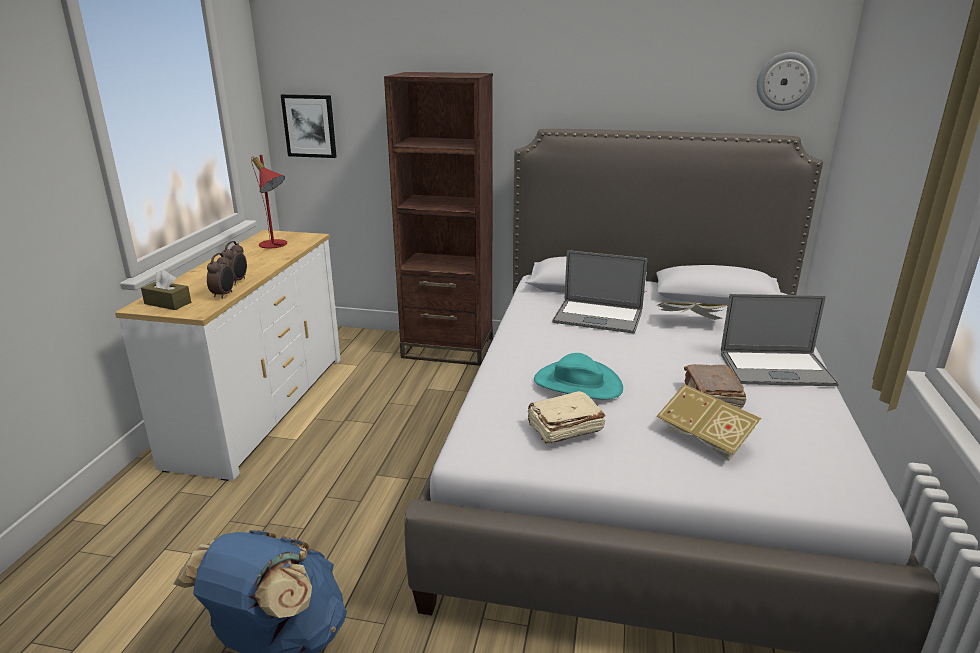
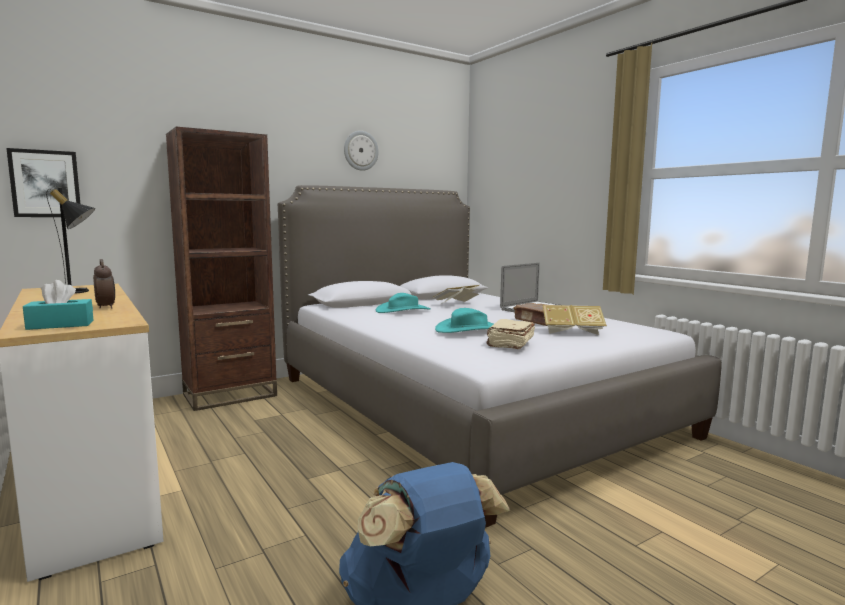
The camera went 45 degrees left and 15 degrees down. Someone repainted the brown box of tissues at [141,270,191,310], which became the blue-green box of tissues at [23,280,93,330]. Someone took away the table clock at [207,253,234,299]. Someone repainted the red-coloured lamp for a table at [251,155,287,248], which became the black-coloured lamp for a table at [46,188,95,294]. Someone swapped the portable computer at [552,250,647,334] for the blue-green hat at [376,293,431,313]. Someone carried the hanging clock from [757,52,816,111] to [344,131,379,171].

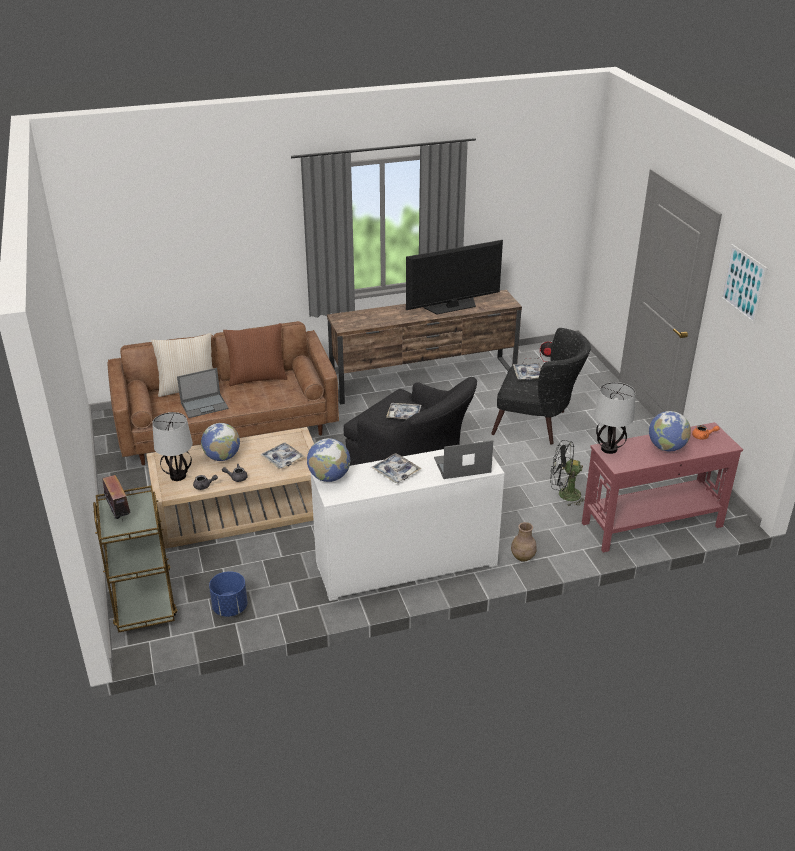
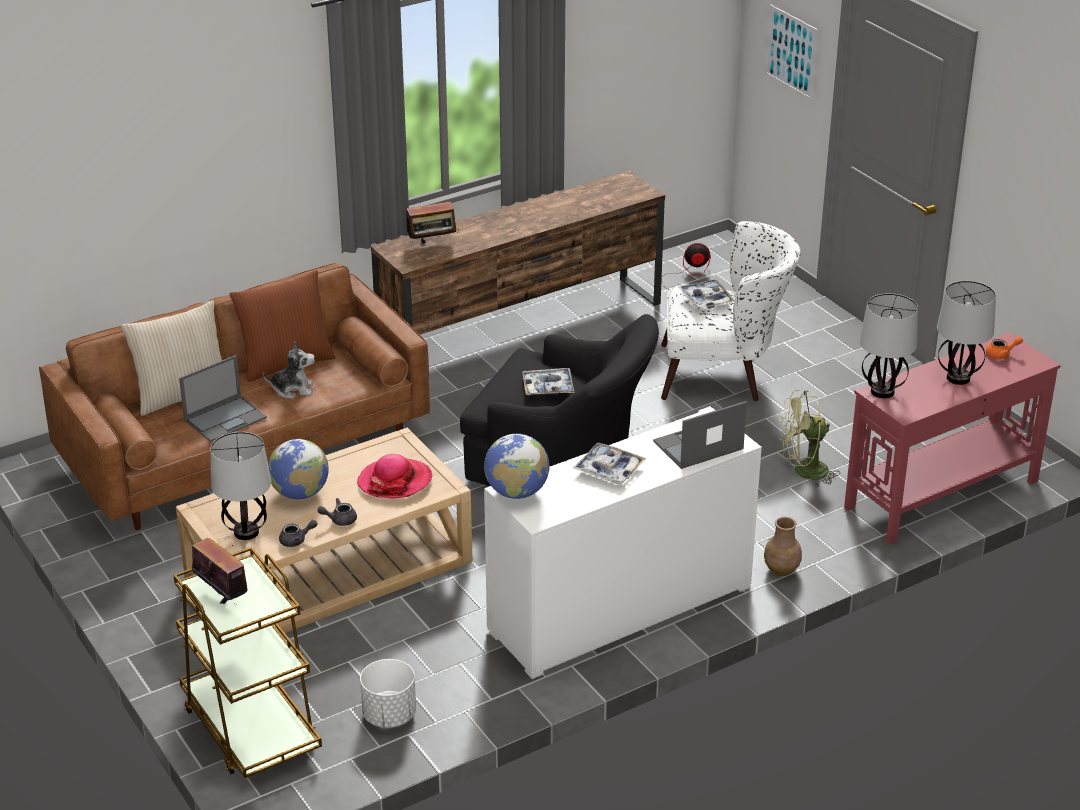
The camera went 15 degrees left and 0 degrees up. Someone repainted the blue-coloured plant pot at [209,571,248,617], which became the white plant pot at [360,659,416,728]. Someone swapped the serving tray at [260,443,305,469] for the hat at [357,454,432,499]. Someone took away the TV at [406,240,503,314]. Someone repainted the black-coloured lounge chair at [491,328,591,445], which became the white lounge chair at [661,221,801,401]. Someone repainted the black-coloured cooling fan at [550,440,585,507], which became the greenish cooling fan at [779,390,840,488]. Someone swapped the globe at [649,411,691,452] for the lamp for a table at [937,281,996,385]. Someone carried the wall art from [720,244,768,324] to [765,4,818,101]. Someone put down the plush toy at [263,341,315,399]. Someone put down the radio at [401,201,459,243].

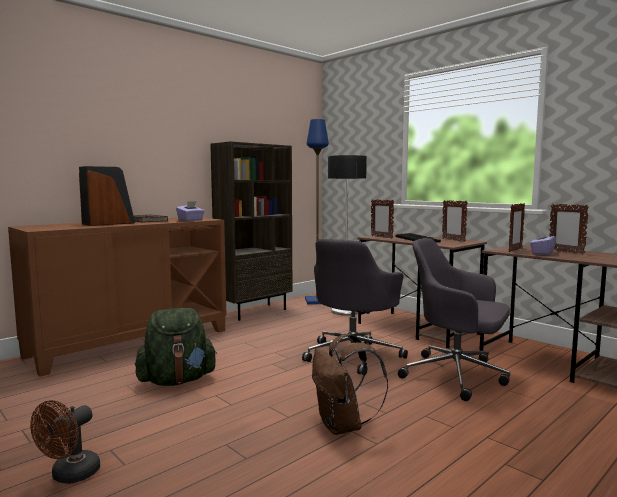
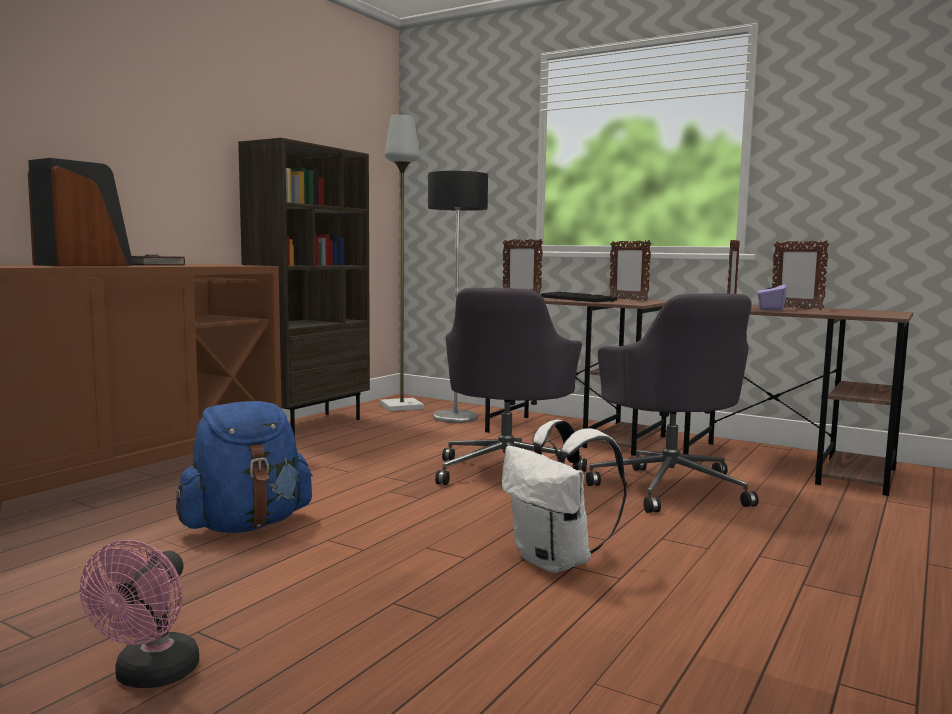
The camera went 15 degrees left and 0 degrees up. Someone repainted the brown cooling fan at [30,400,100,484], which became the pink-coloured cooling fan at [80,540,199,688]. Someone repainted the greenish knapsack at [135,308,217,386], which became the blue-coloured knapsack at [176,401,313,533]. Someone took away the purplish box of tissues at [176,201,205,221]. Someone repainted the blue-coloured standing lamp at [305,119,329,305], which became the gray standing lamp at [380,115,424,411]. Someone repainted the brown knapsack at [312,334,388,435], which became the white knapsack at [502,420,627,573]. Someone rotated the gray desk chair at [398,238,510,401] by 120 degrees counterclockwise.

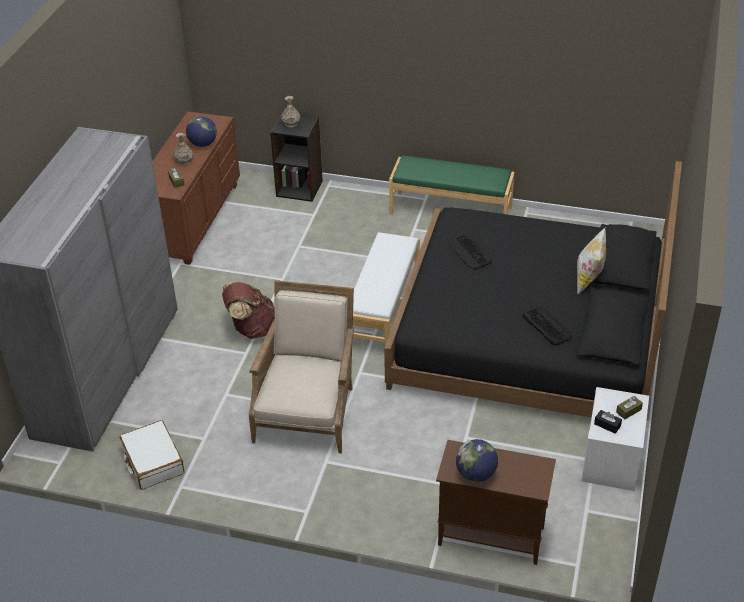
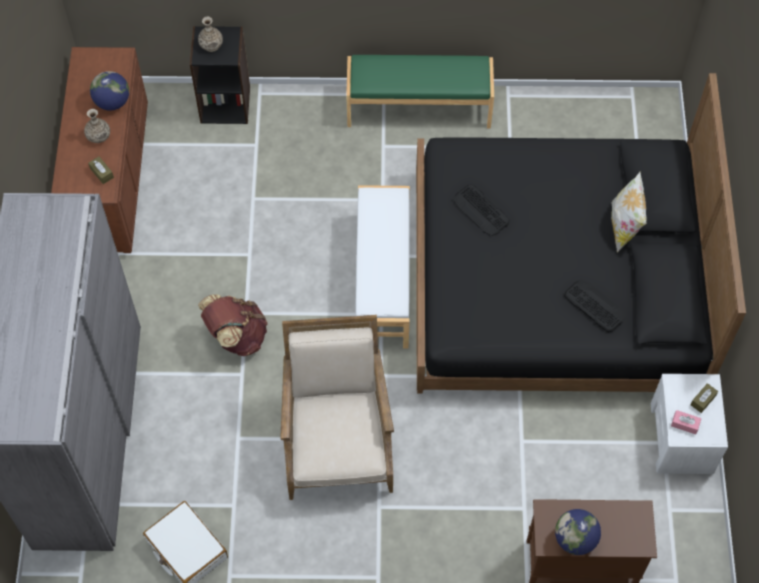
The camera went 15 degrees left and 20 degrees up. Someone repainted the black-coloured box of tissues at [594,410,622,434], which became the pink-coloured box of tissues at [671,410,701,434].

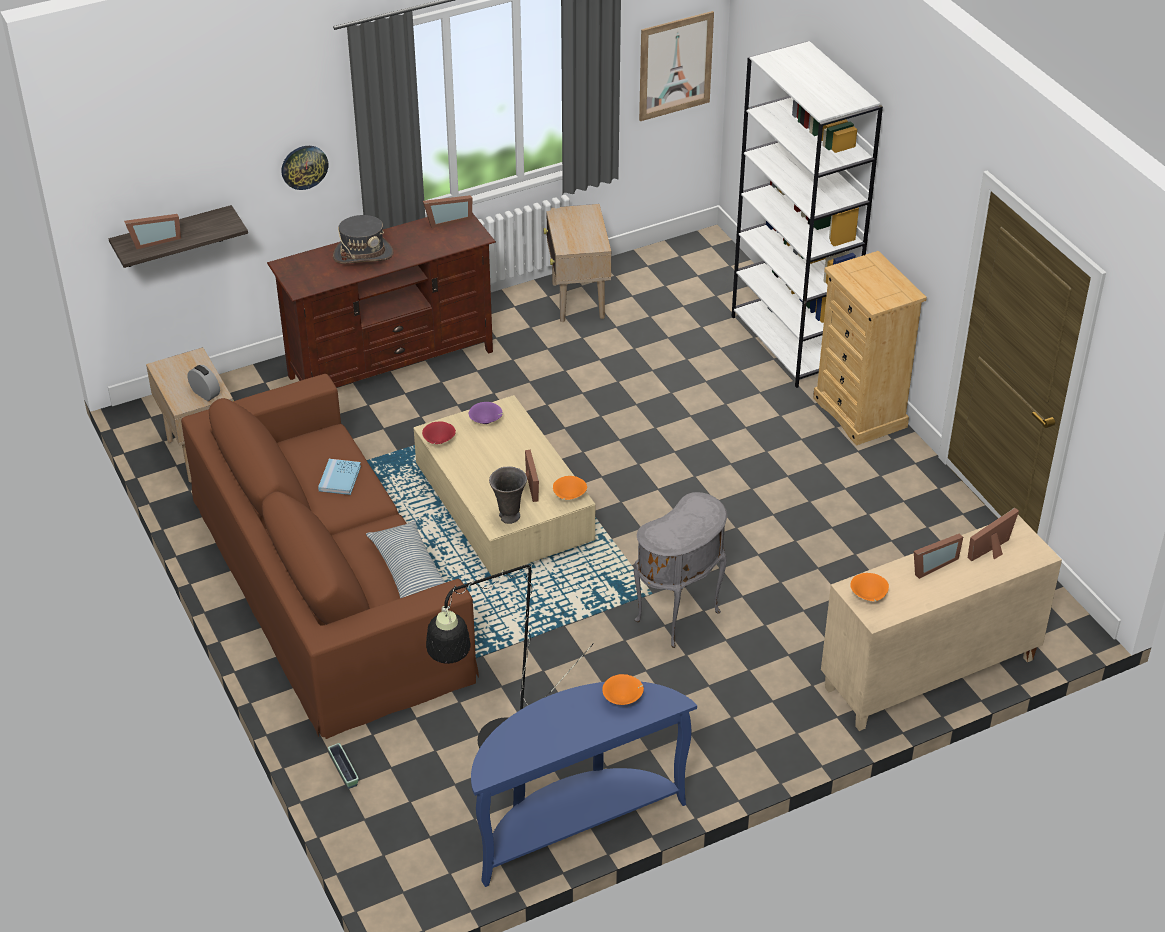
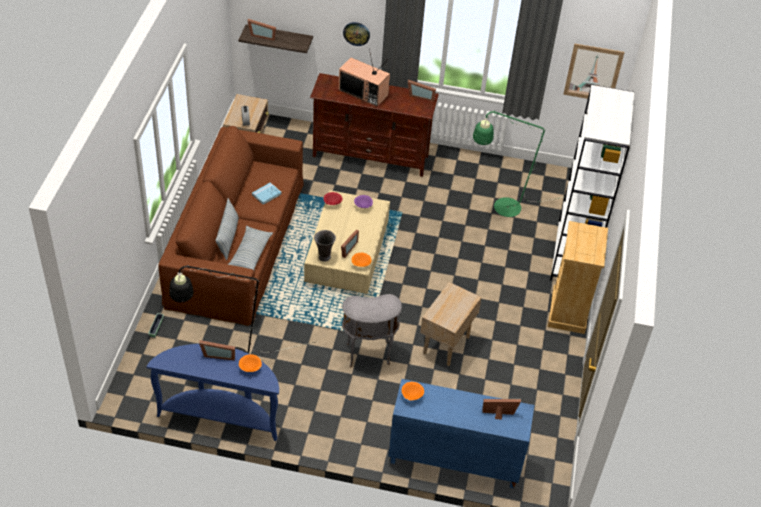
The camera went 35 degrees right and 5 degrees up. Someone swapped the gray hat at [333,215,394,264] for the TV at [339,49,390,107]. Someone carried the beige accent table from [543,204,611,322] to [420,282,482,366]. Someone repainted the beige cupboard at [821,515,1062,731], which became the blue-coloured cupboard at [388,379,534,488]. Someone carried the photo frame from [914,534,963,579] to [199,340,235,360]. Someone put down the throw pillow at [215,198,239,260]. Someone put down the greenish standing lamp at [473,111,564,217].

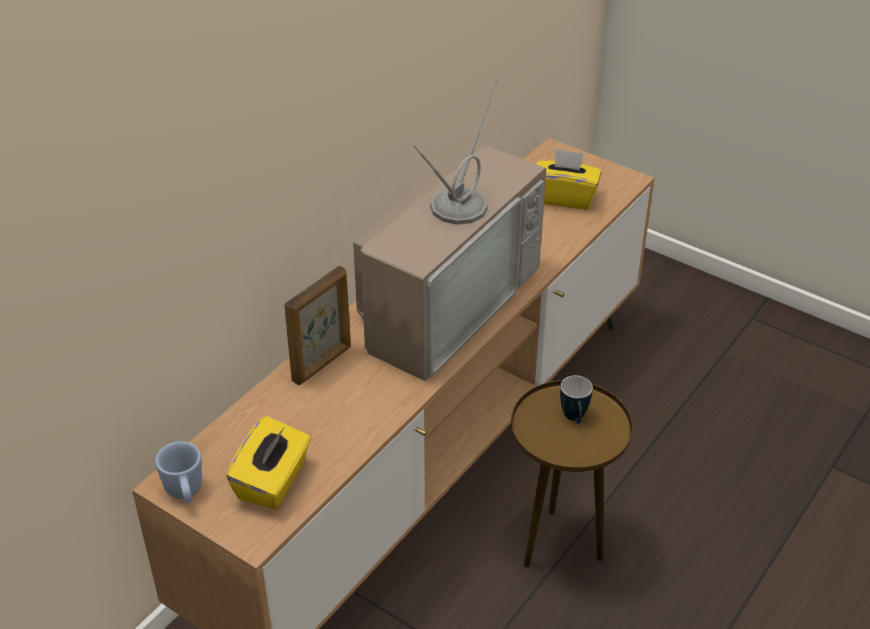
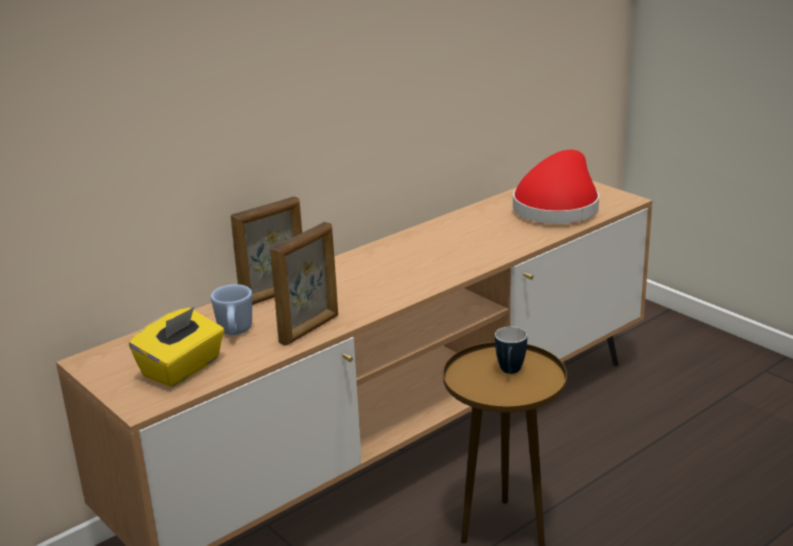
The camera went 15 degrees right and 15 degrees down. Someone carried the blue-coloured coffee mug from [155,441,202,503] to [211,284,252,335]. Someone took away the TV at [353,78,546,381]. Someone swapped the yellowish box of tissues at [536,148,602,210] for the red-coloured hat at [513,150,599,224]. Someone put down the photo frame at [270,222,338,346].

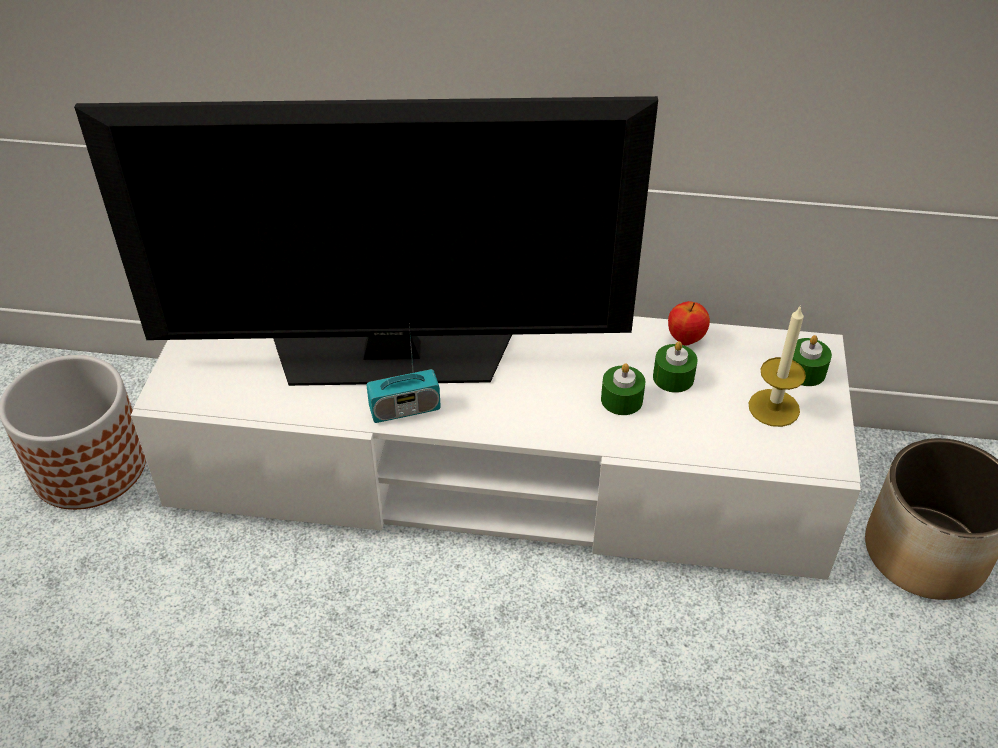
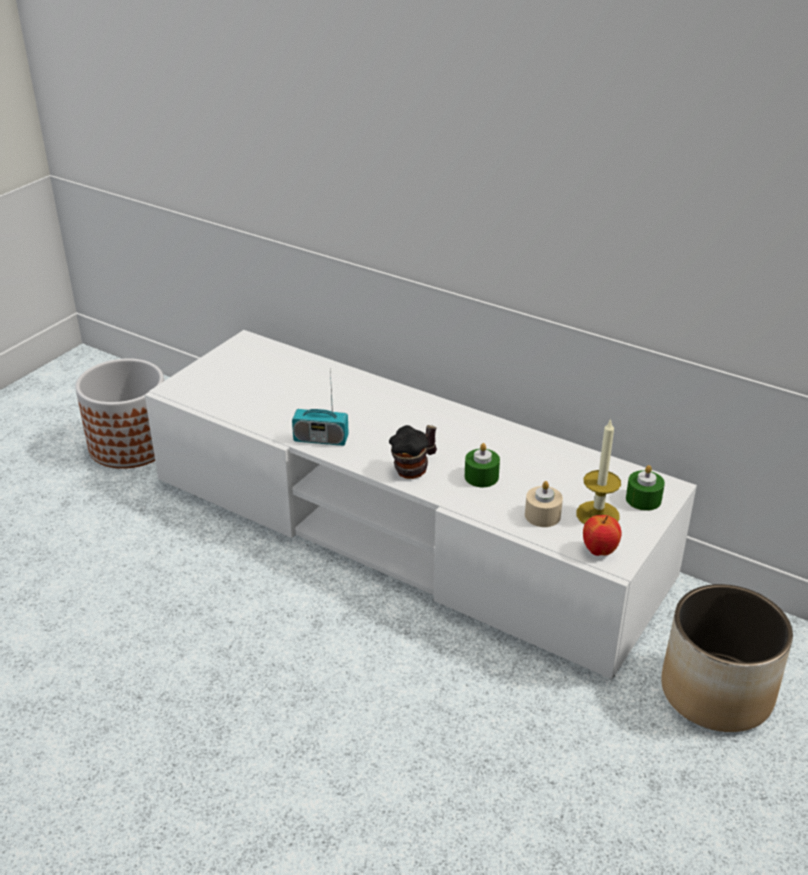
The camera went 25 degrees right and 10 degrees down. Someone took away the TV at [74,96,658,386]. Someone took away the greenish wax light at [653,341,698,393]. Someone carried the apple fruit from [668,301,710,346] to [583,515,621,556]. Someone put down the coffee mug at [389,425,437,479]. Someone put down the beige wax light at [525,481,563,527].

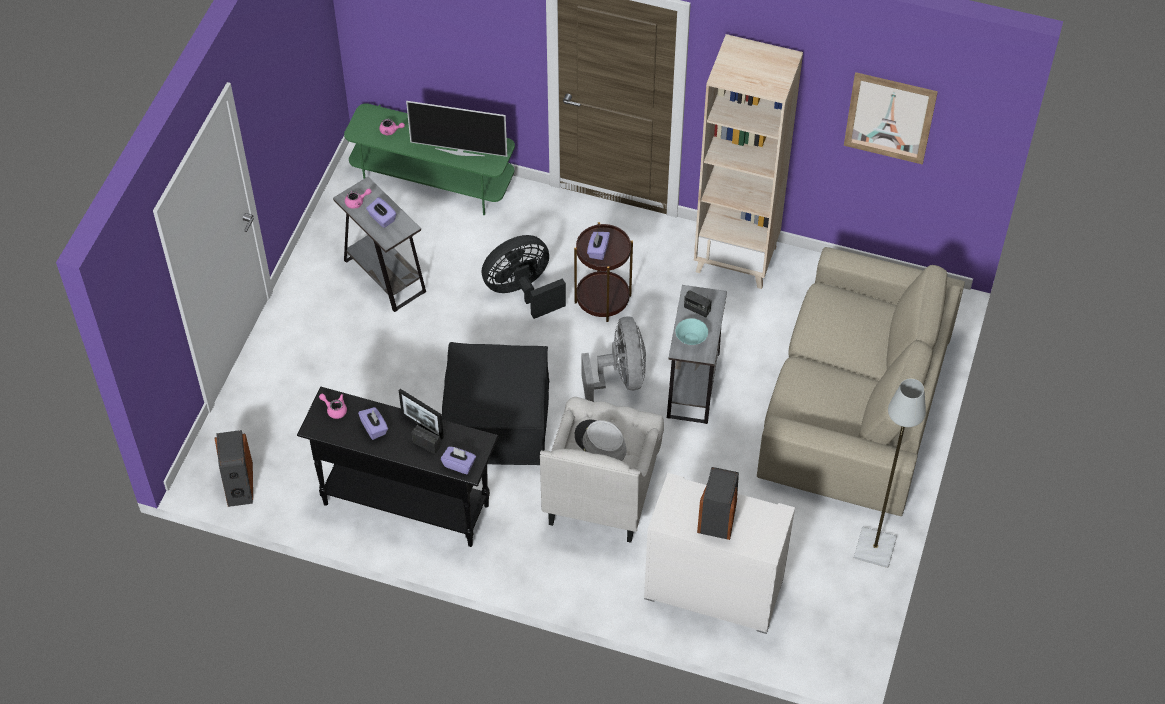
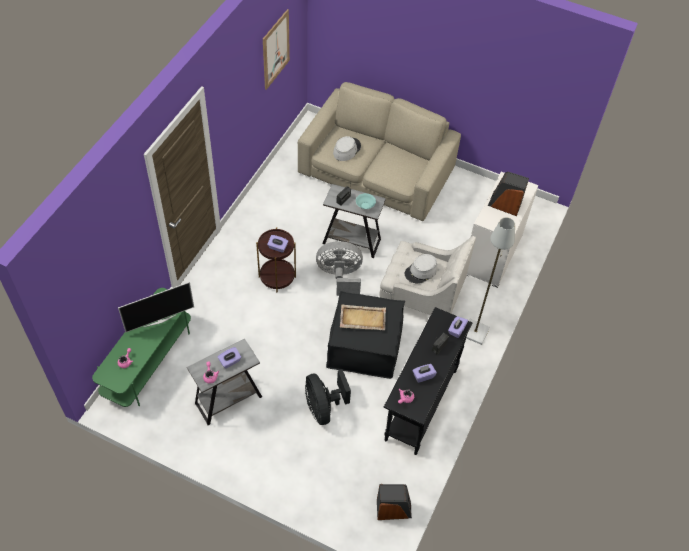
The camera went 85 degrees left and 0 degrees up. Someone took away the photo frame at [399,389,444,439]. Someone rotated the TV at [406,101,507,157] by 45 degrees clockwise. Someone carried the black-coloured cooling fan from [481,235,566,319] to [305,369,351,425]. Someone took away the beige shelving unit at [694,34,803,289]. Someone carried the gray standing lamp from [854,379,926,568] to [466,217,515,345]. Someone put down the gray hat at [333,136,361,161]. Someone put down the beige serving tray at [340,305,386,330].

